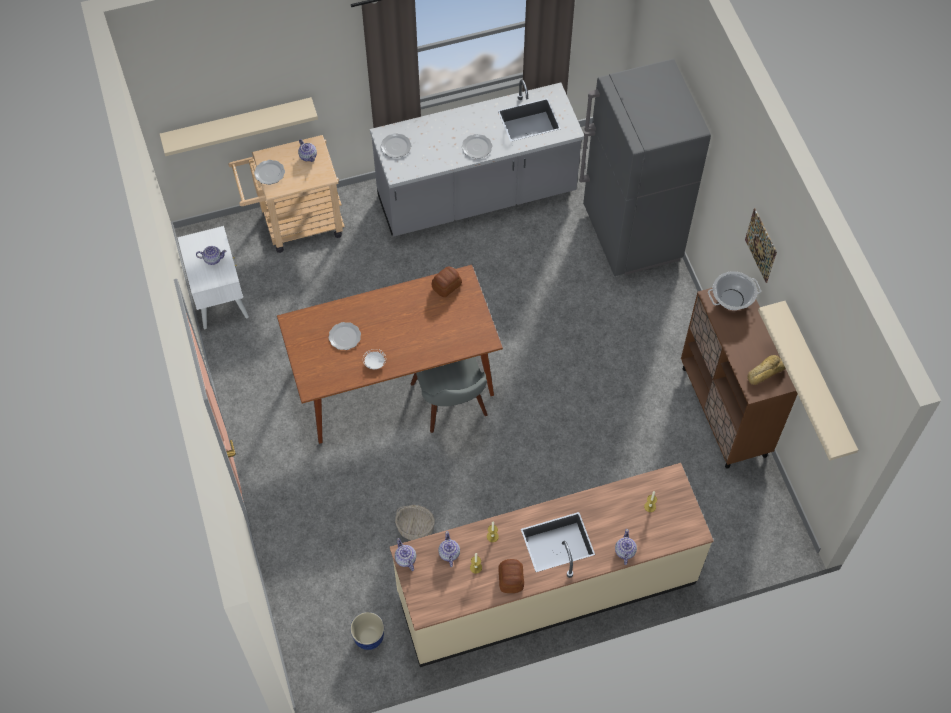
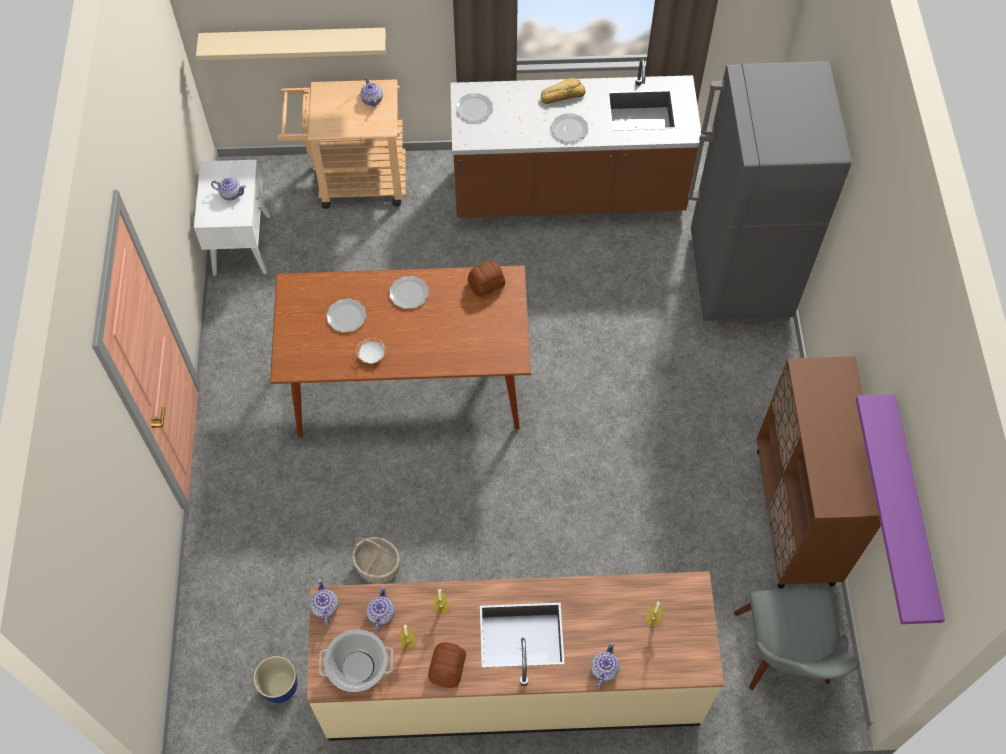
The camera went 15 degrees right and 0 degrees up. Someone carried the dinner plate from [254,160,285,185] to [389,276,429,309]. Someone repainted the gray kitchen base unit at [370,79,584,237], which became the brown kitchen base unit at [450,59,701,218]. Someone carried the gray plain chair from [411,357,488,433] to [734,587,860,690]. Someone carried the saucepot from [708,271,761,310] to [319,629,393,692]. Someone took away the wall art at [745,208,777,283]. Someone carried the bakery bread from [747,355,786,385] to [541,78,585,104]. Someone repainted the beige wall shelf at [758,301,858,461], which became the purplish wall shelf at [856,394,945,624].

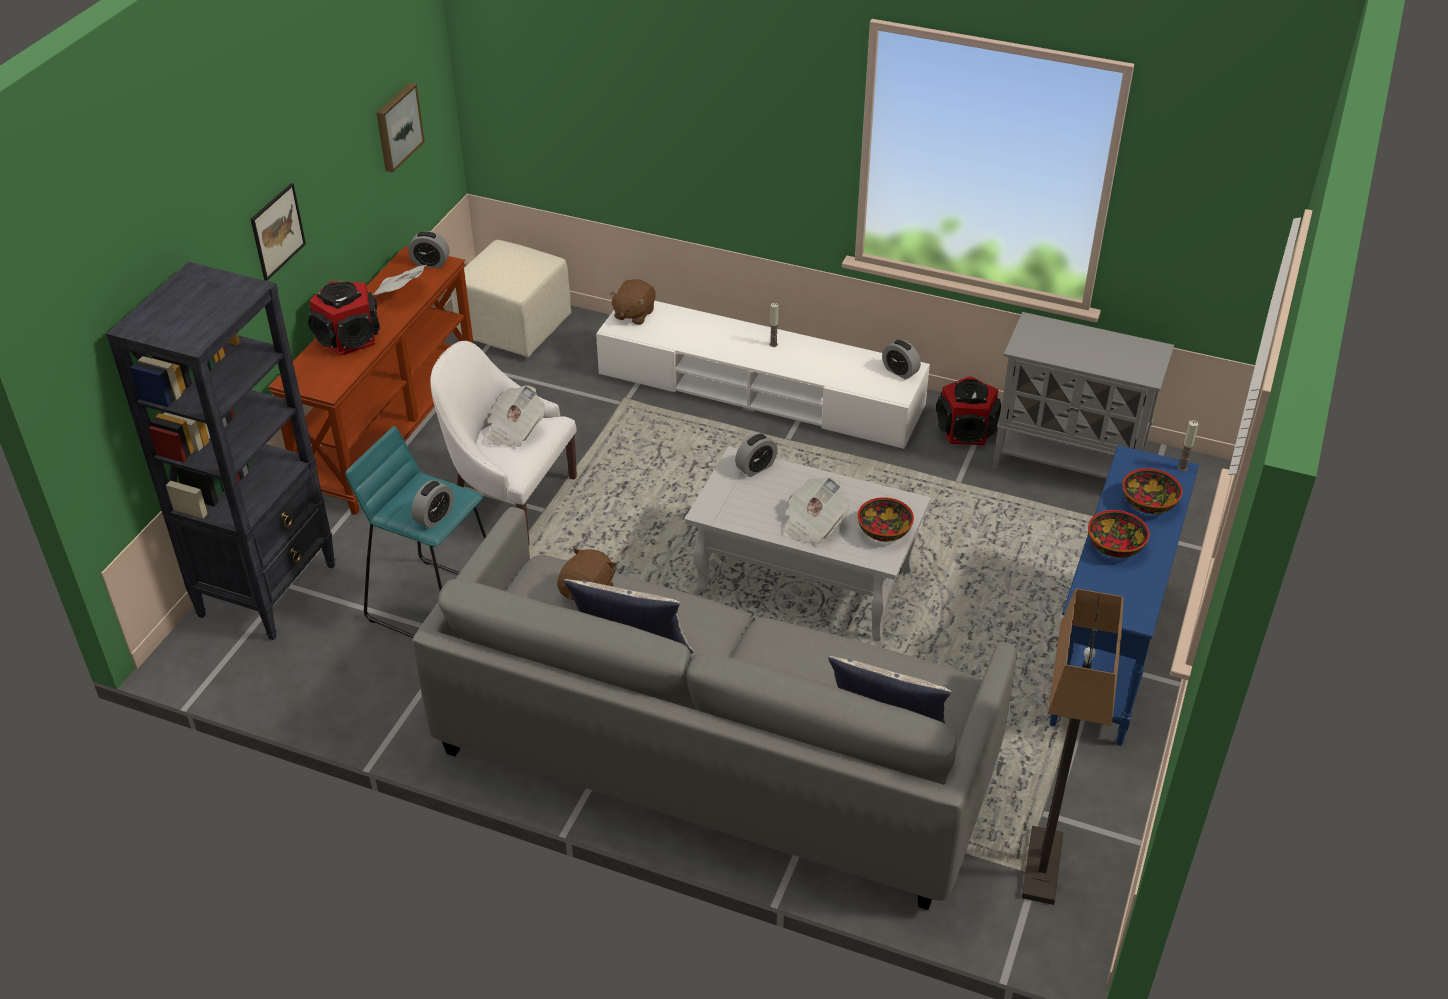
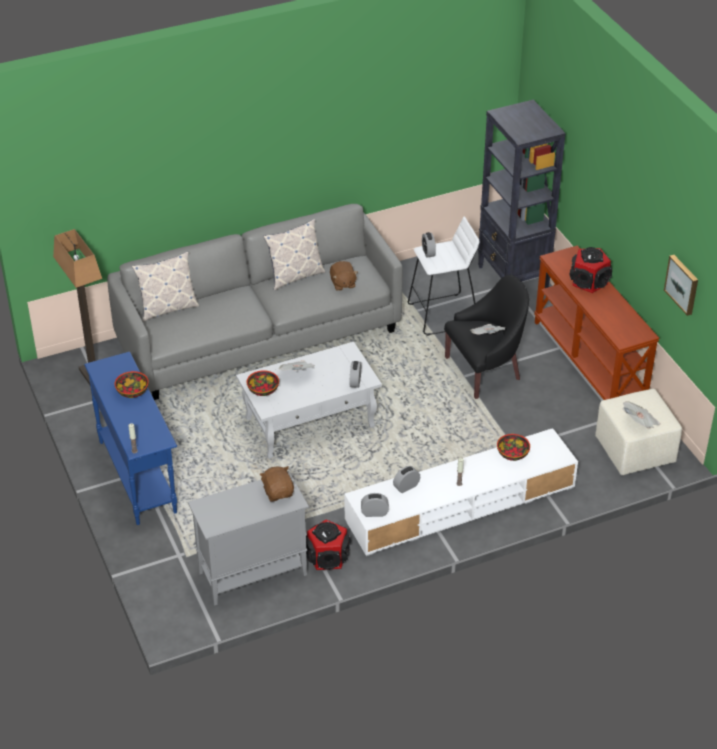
The camera went 135 degrees right and 0 degrees up. Someone took away the wall art at [251,183,306,281]. Someone repainted the blue-green sitting stool at [346,426,486,638], which became the white sitting stool at [408,216,480,335]. Someone carried the daily paper from [373,265,426,295] to [622,401,661,429]. Someone carried the table clock from [408,231,449,268] to [393,466,420,493]. Someone repainted the white lounge chair at [430,341,577,544], which became the black-coloured lounge chair at [444,275,529,399]. Someone carried the brown plush toy from [610,279,656,325] to [259,466,294,501]. Someone carried the deep dish from [1122,468,1182,514] to [497,434,530,461].

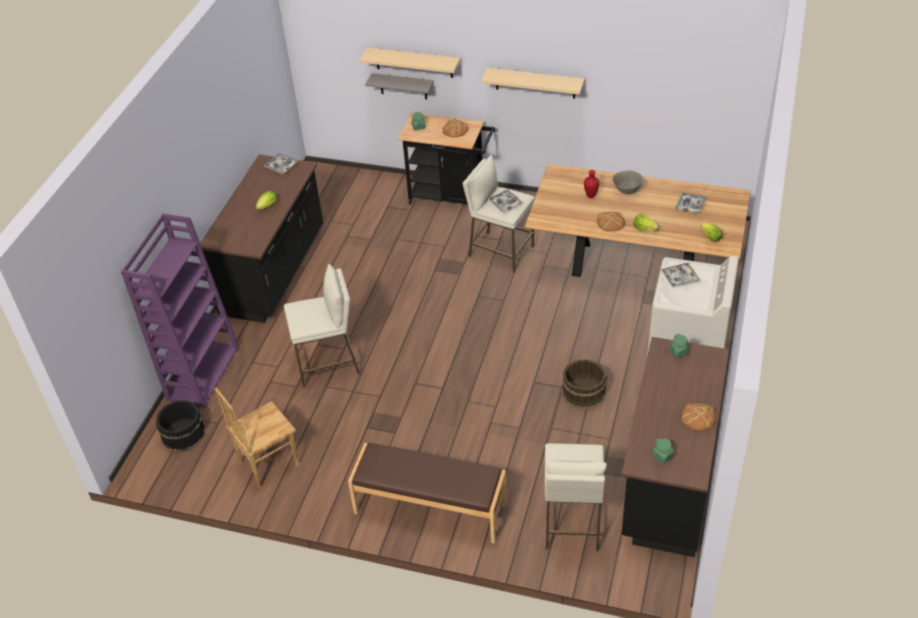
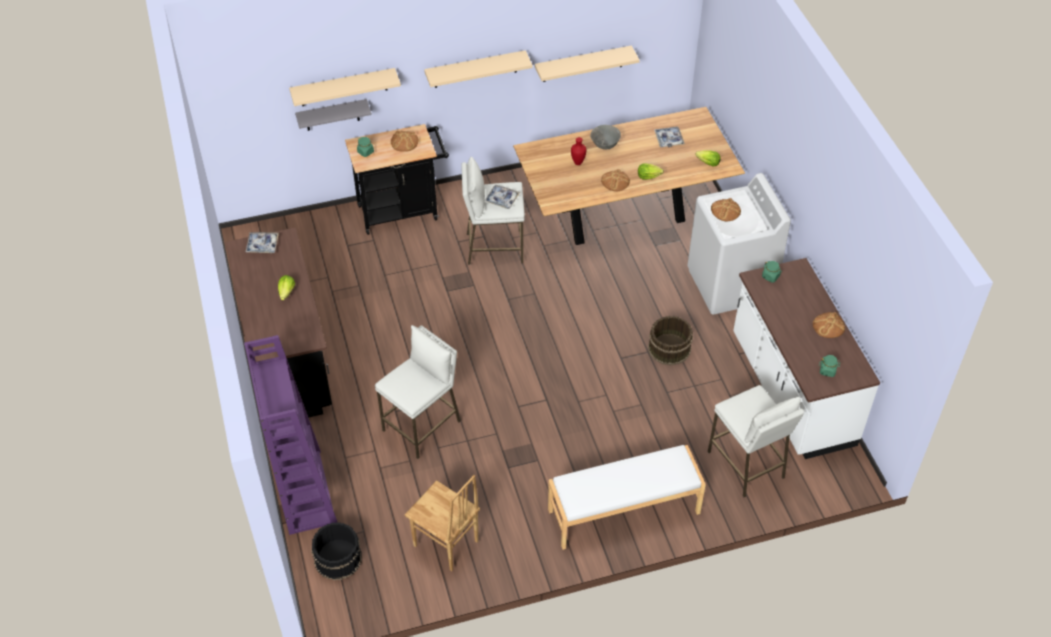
The camera went 35 degrees left and 5 degrees up. Someone rotated the brown plain chair at [215,387,299,488] by 75 degrees counterclockwise. Someone repainted the brown bench at [348,443,507,543], which became the white bench at [548,445,706,550]. Someone repainted the black-coloured kitchen base unit at [621,337,729,557], which became the white kitchen base unit at [733,258,880,459]. Someone swapped the serving tray at [661,263,700,288] for the bakery bread at [711,198,741,221]. Someone put up the beige wall shelf at [535,45,640,82].

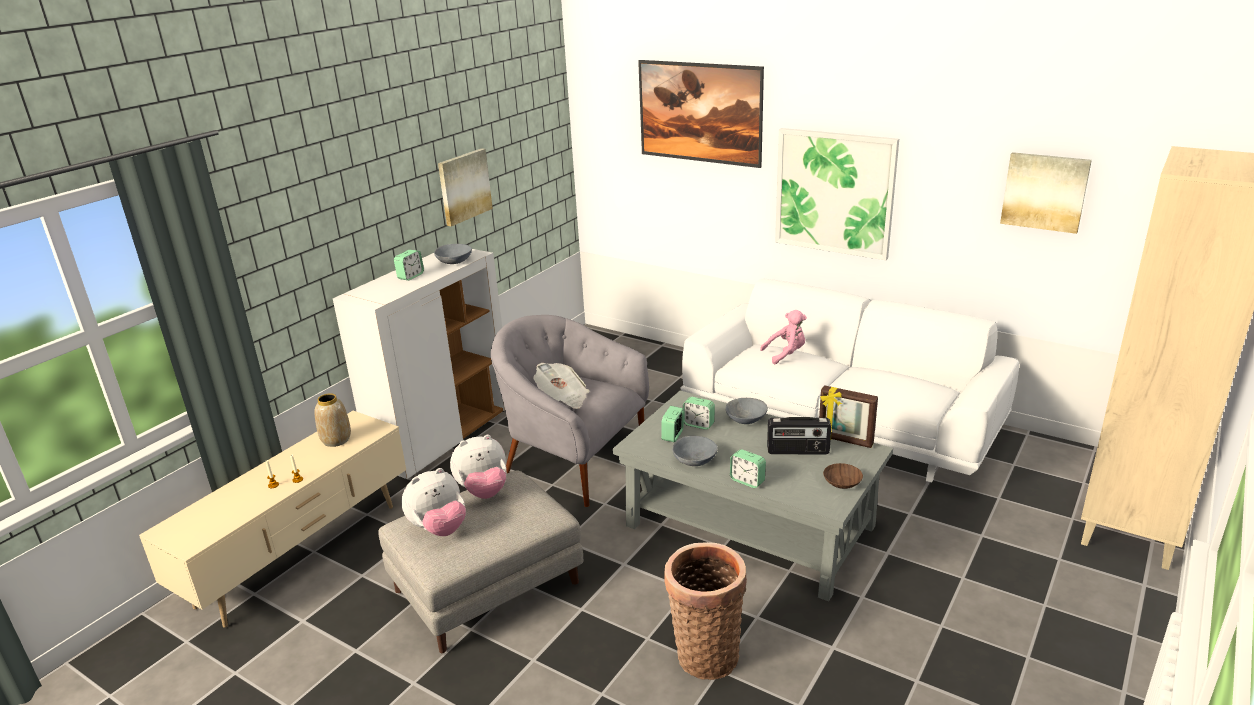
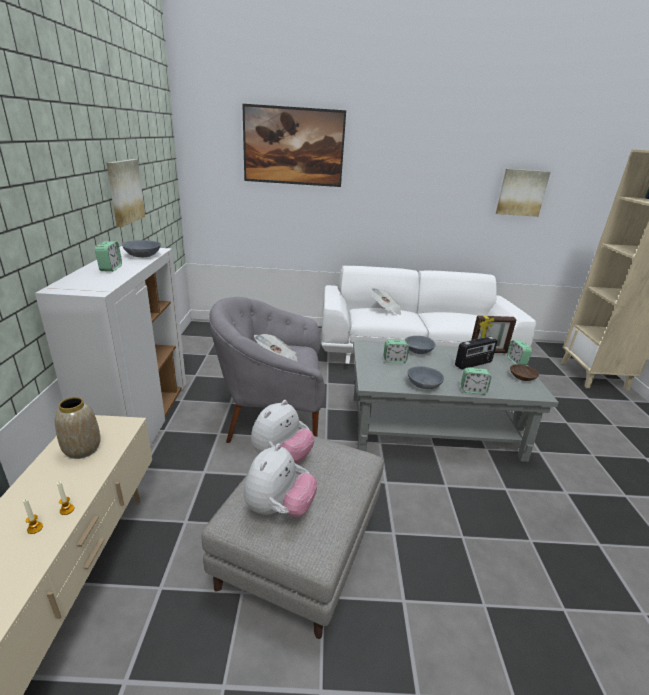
The camera went 35 degrees left and 0 degrees up. Someone carried the table clock from [661,406,684,442] to [507,340,532,365]. Someone took away the storage basket at [664,542,747,680]. Someone swapped the pink-coloured plush toy at [760,310,807,364] for the daily paper at [372,288,401,315]. Someone took away the wall art at [775,128,899,260].

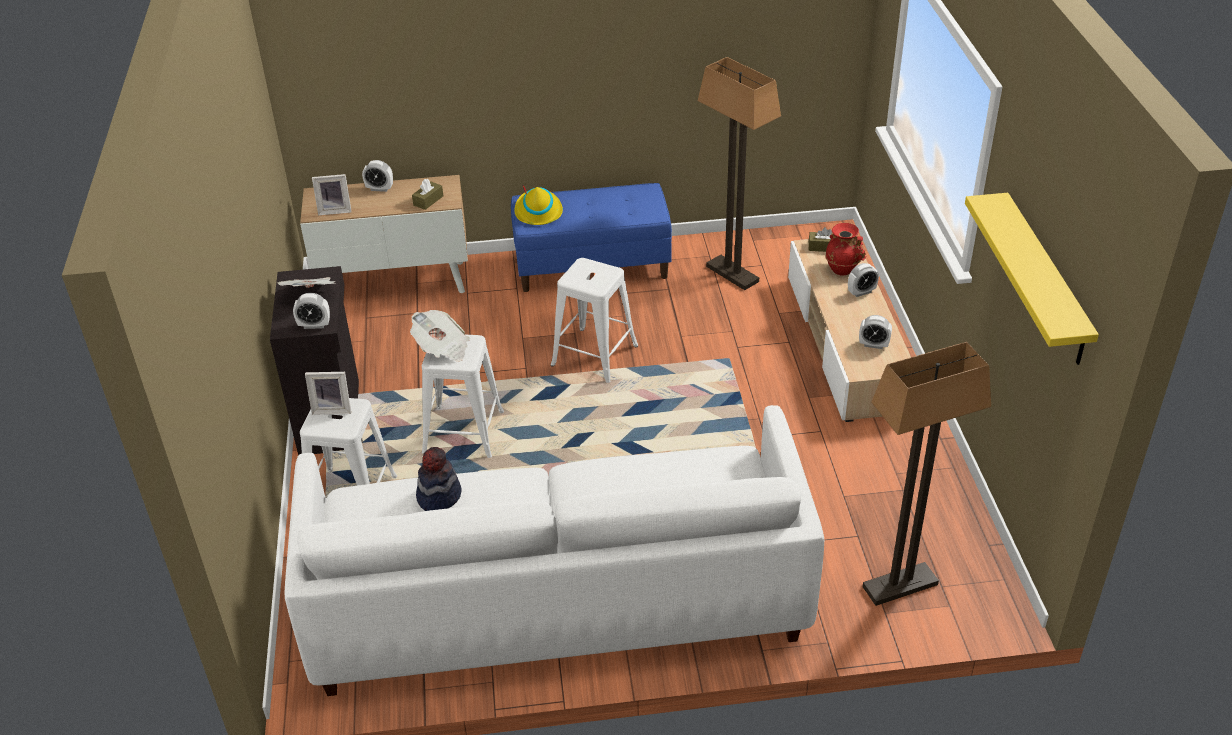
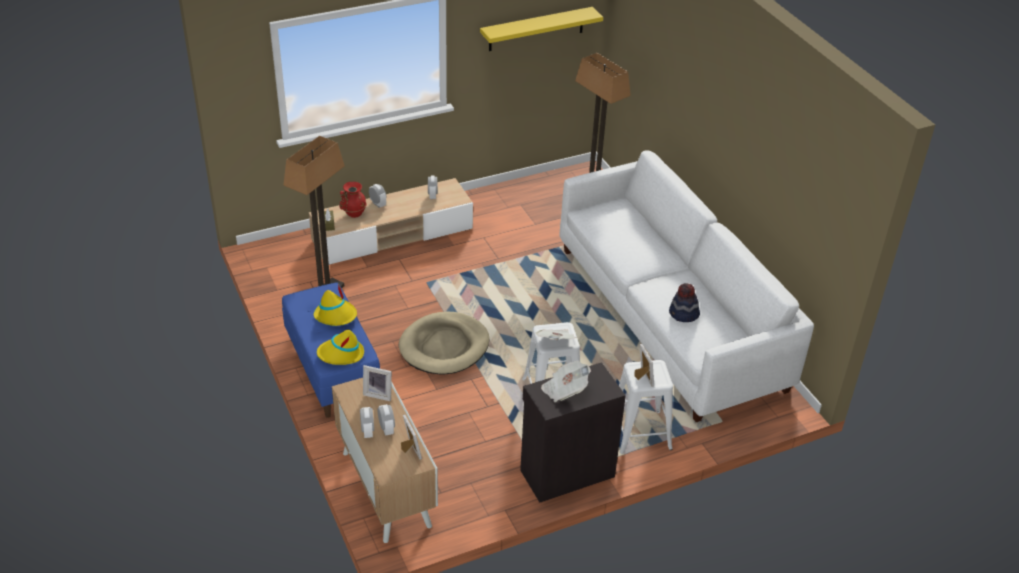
The camera went 110 degrees left and 0 degrees up. Someone carried the table clock from [293,293,330,329] to [377,404,395,436]. Someone swapped the brown box of tissues at [412,179,443,210] for the photo frame at [363,365,392,401]. Someone swapped the white sitting stool at [551,258,638,383] for the beige pet bed at [399,311,489,374]. Someone put down the yellowish hat at [314,284,357,326].

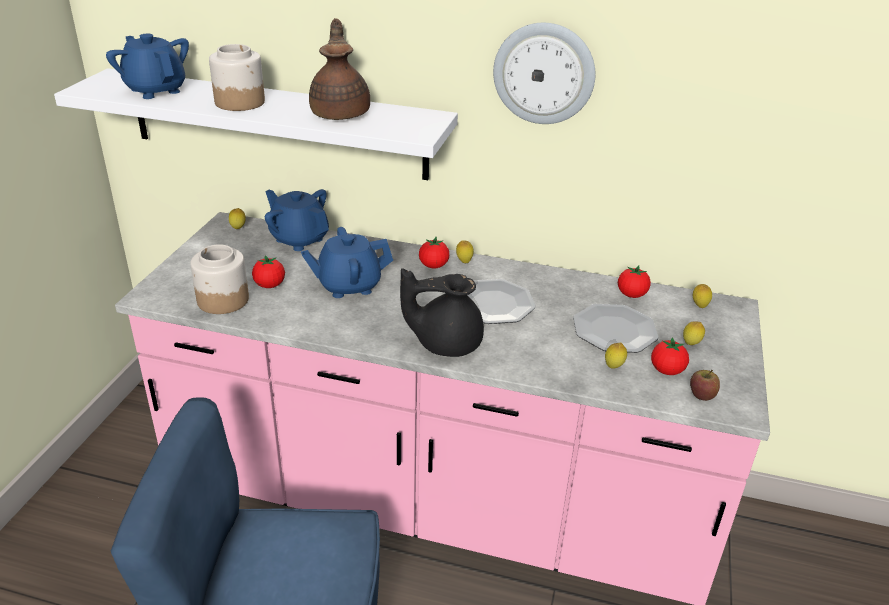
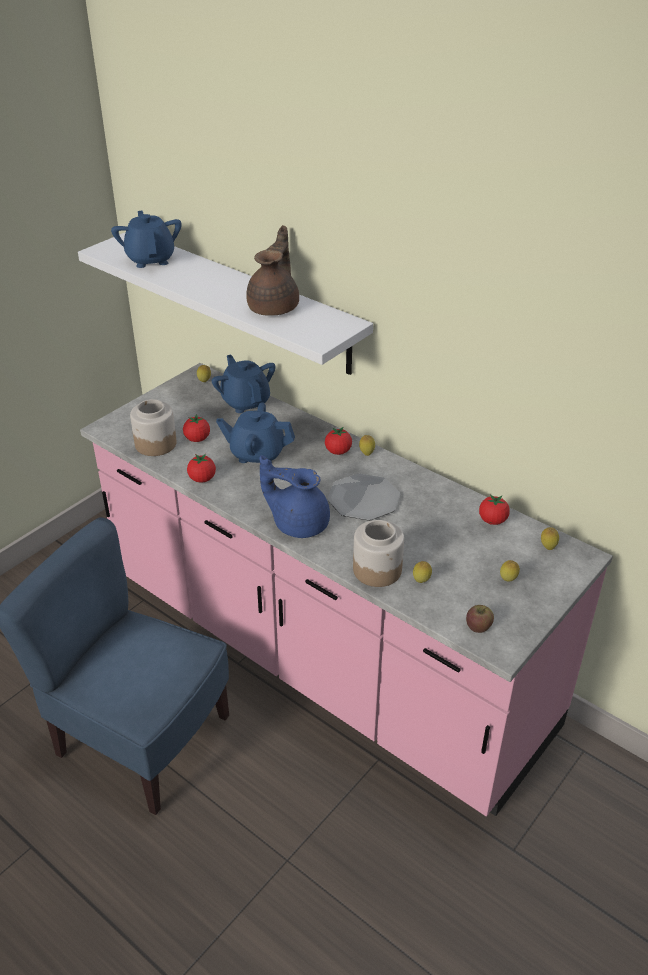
The camera went 25 degrees right and 5 degrees up. Someone carried the preserve jar from [209,44,265,111] to [353,520,404,587]. Someone repainted the black-coloured tea pot at [400,268,484,357], which became the blue-coloured tea pot at [259,455,330,538]. Someone took away the hanging clock at [493,23,596,124]. Someone took away the dinner plate at [573,304,659,353]. Someone carried the whole tomato from [651,337,689,375] to [187,454,216,483].

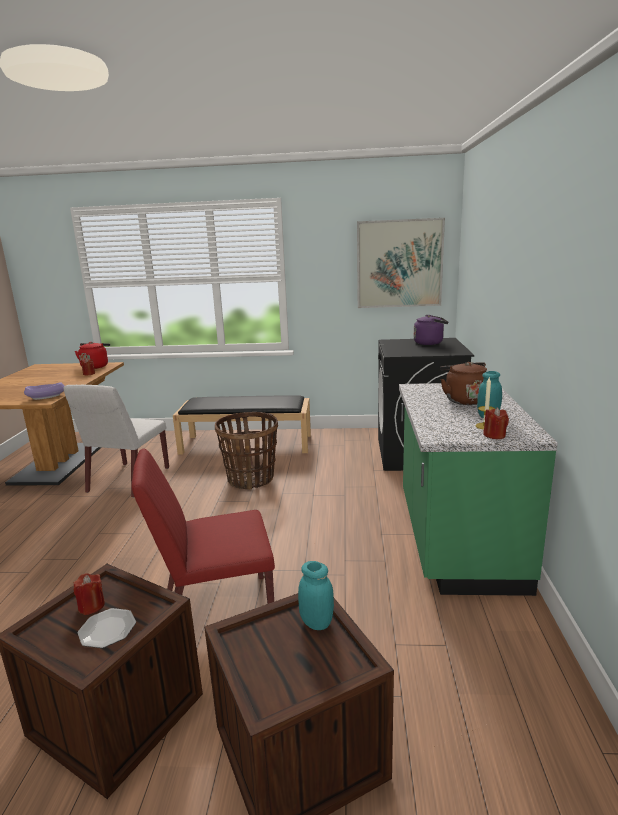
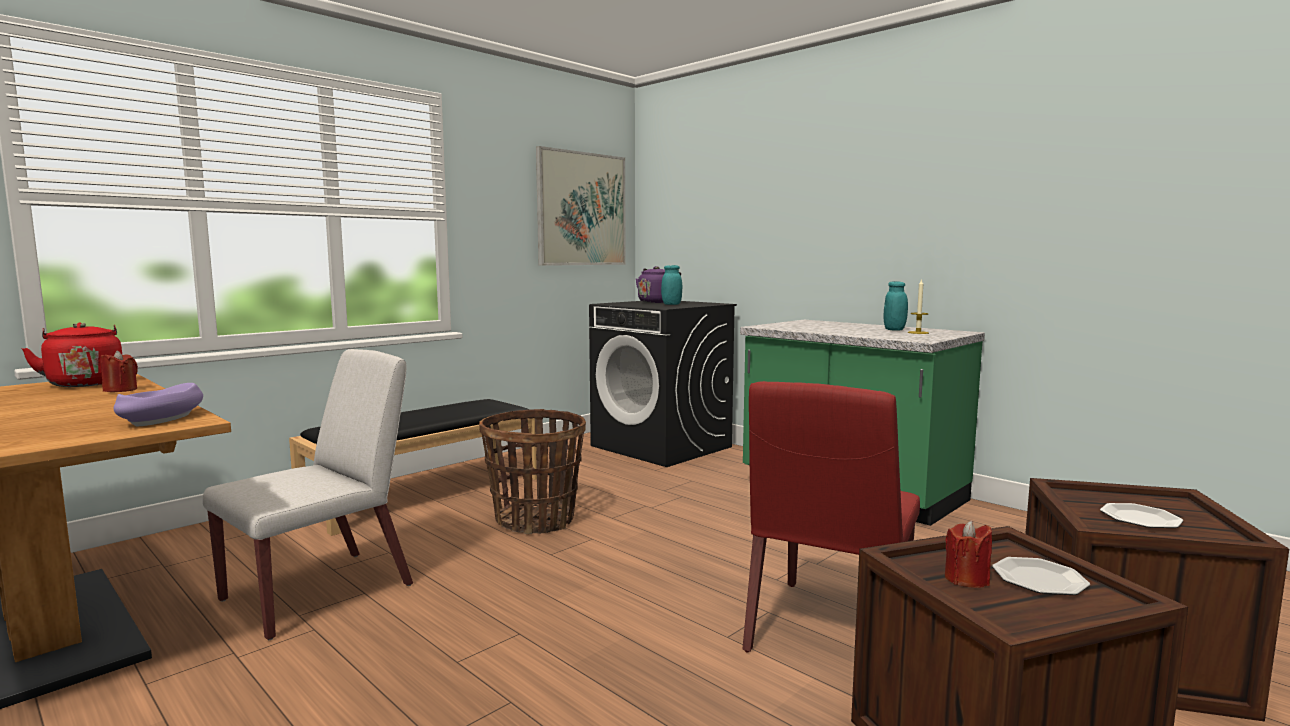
The camera went 50 degrees left and 10 degrees down. Someone rotated the white plain chair at [64,385,169,498] by 105 degrees counterclockwise. Someone carried the blue-green preserve jar from [298,561,334,630] to [661,265,682,305]. Someone took away the brown kettle at [440,362,487,405]. Someone took away the red-coloured wax light at [483,408,509,439]. Someone put down the dinner plate at [1100,503,1184,528].

